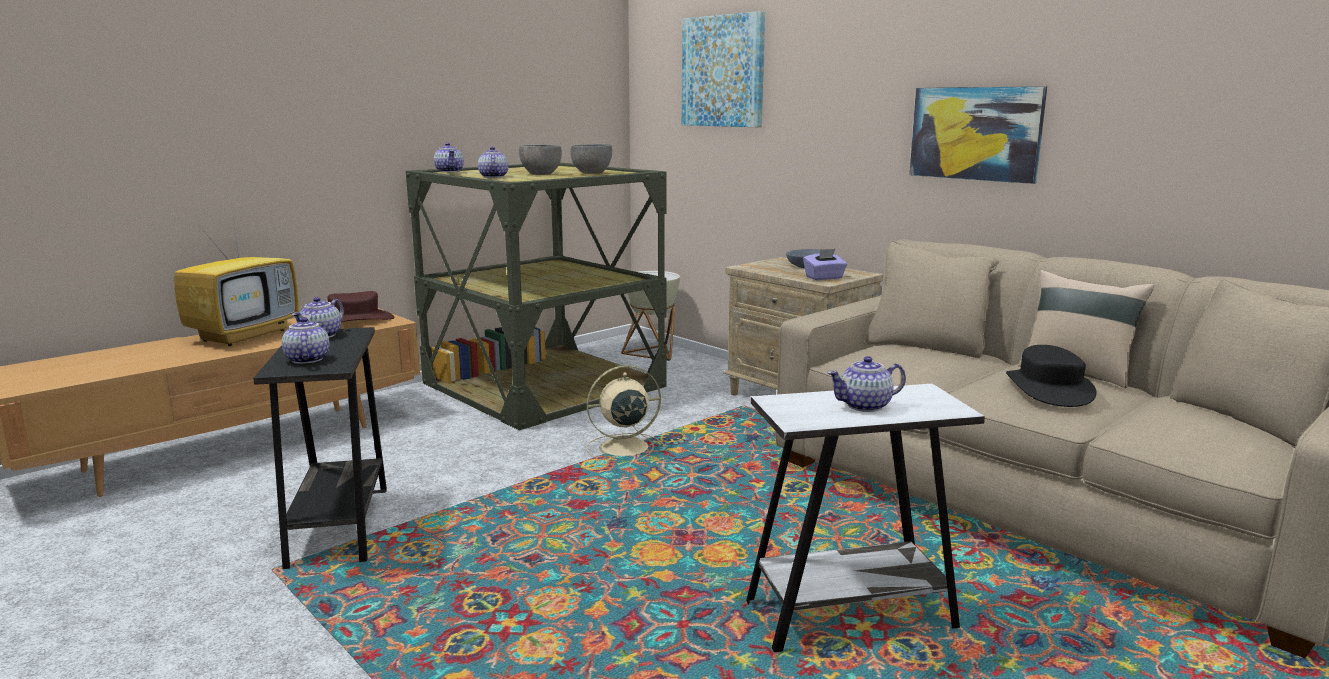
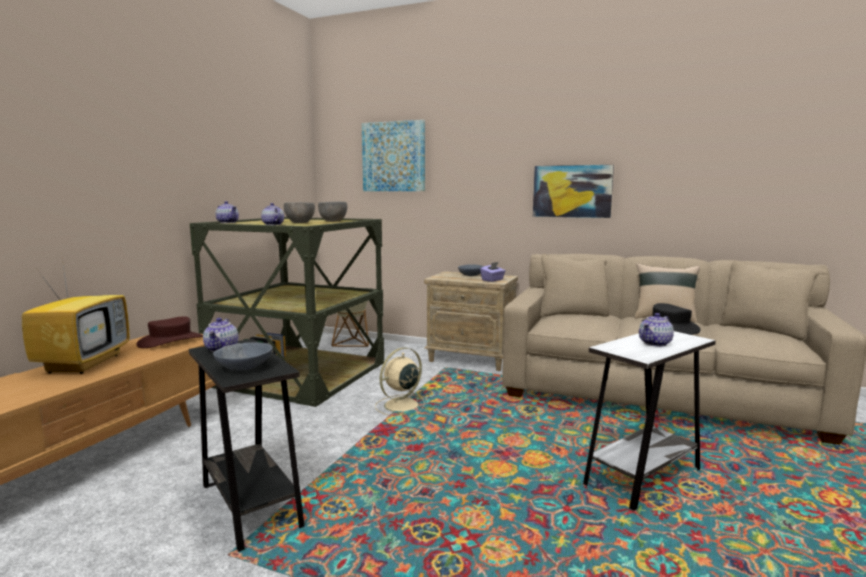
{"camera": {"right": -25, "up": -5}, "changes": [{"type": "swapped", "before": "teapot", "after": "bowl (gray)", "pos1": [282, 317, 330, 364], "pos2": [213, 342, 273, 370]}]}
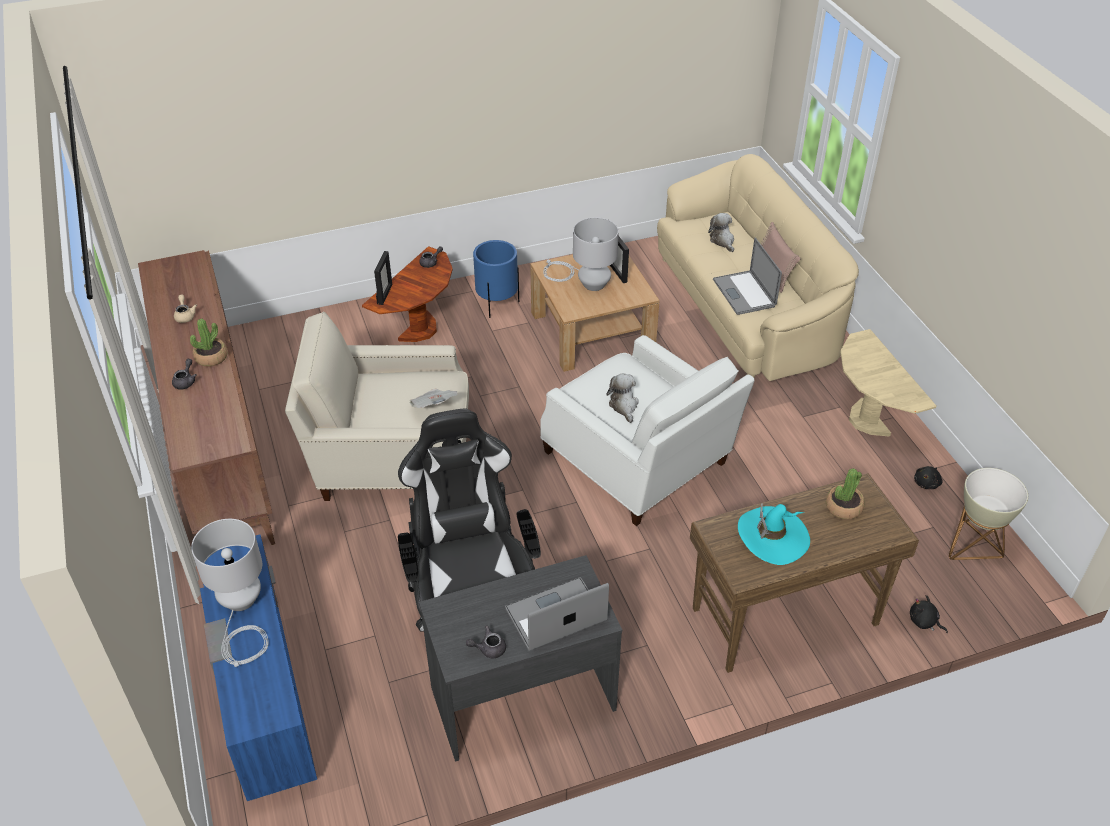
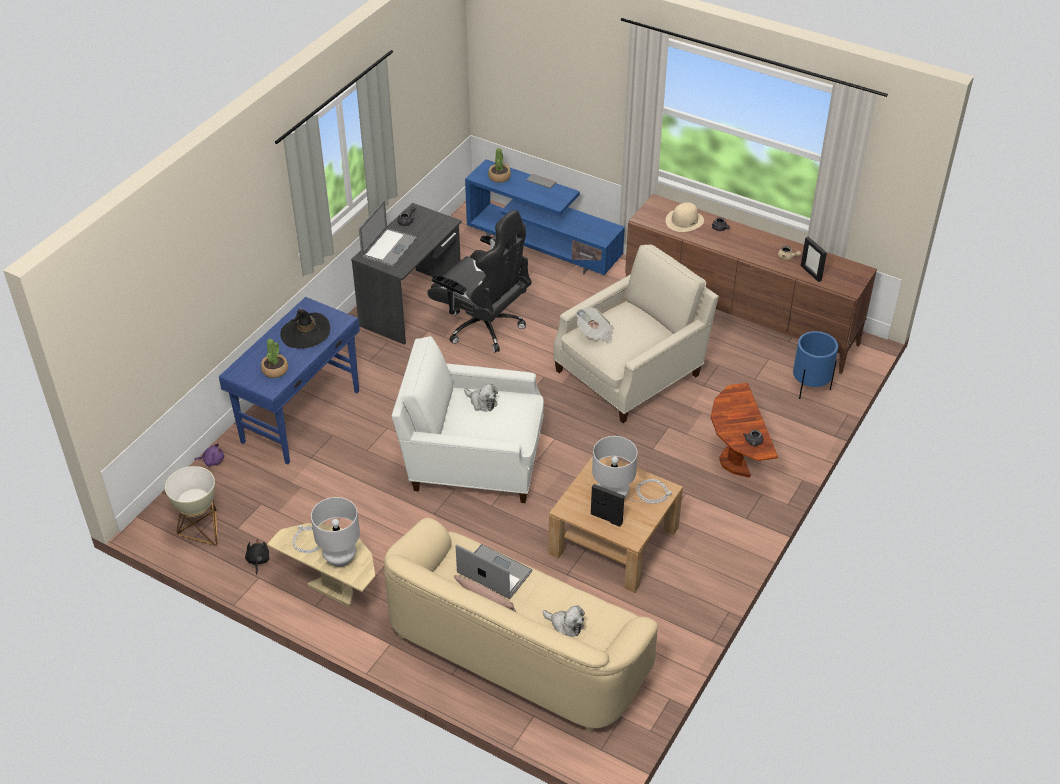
{"camera": {"right": 140, "up": 0}, "changes": [{"type": "new", "after": "clothing hat (sand-coloured)", "pos2": [666, 202, 704, 232]}, {"type": "shifted", "before": "houseplant", "pos1": [190, 319, 227, 367], "pos2": [488, 148, 511, 183]}, {"type": "shifted", "before": "lamp for a table (gray)", "pos1": [191, 519, 269, 667], "pos2": [292, 497, 360, 567]}, {"type": "shifted", "before": "photo frame", "pos1": [374, 251, 392, 305], "pos2": [801, 237, 827, 282]}, {"type": "shifted", "before": "plant pot (bluish)", "pos1": [473, 240, 519, 318], "pos2": [793, 331, 838, 399]}, {"type": "repainted", "before": "narrow table (brown-coloured)", "after": "narrow table (bluish)", "pos1": [690, 473, 919, 673], "pos2": [219, 297, 360, 465]}, {"type": "repainted", "before": "clothing hat (turquoise)", "after": "clothing hat (black)", "pos1": [738, 503, 810, 565], "pos2": [280, 307, 330, 348]}, {"type": "repainted", "before": "plush toy (black)", "after": "plush toy (purple-coloured)", "pos1": [910, 595, 948, 633], "pos2": [194, 443, 224, 467]}]}
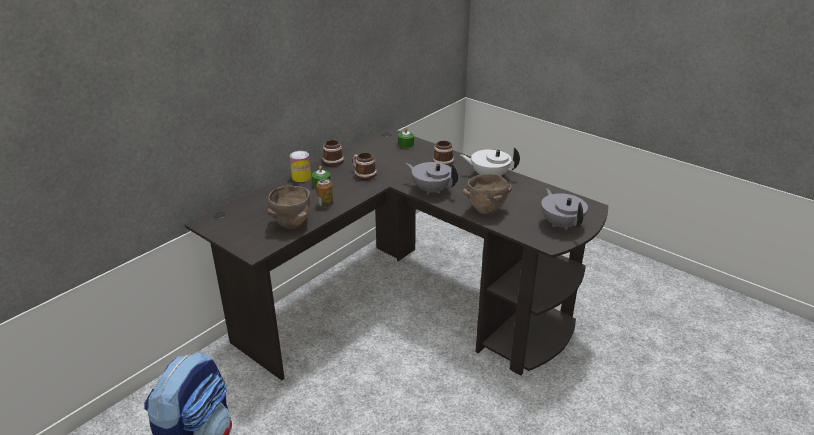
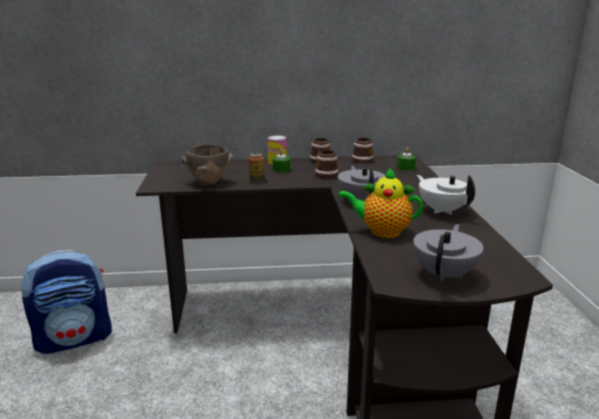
{"camera": {"right": 45, "up": -10}, "changes": [{"type": "shifted", "before": "mug", "pos1": [433, 141, 454, 166], "pos2": [352, 138, 374, 163]}, {"type": "swapped", "before": "bowl (brown-coloured)", "after": "teapot", "pos1": [463, 174, 512, 214], "pos2": [338, 168, 423, 238]}]}
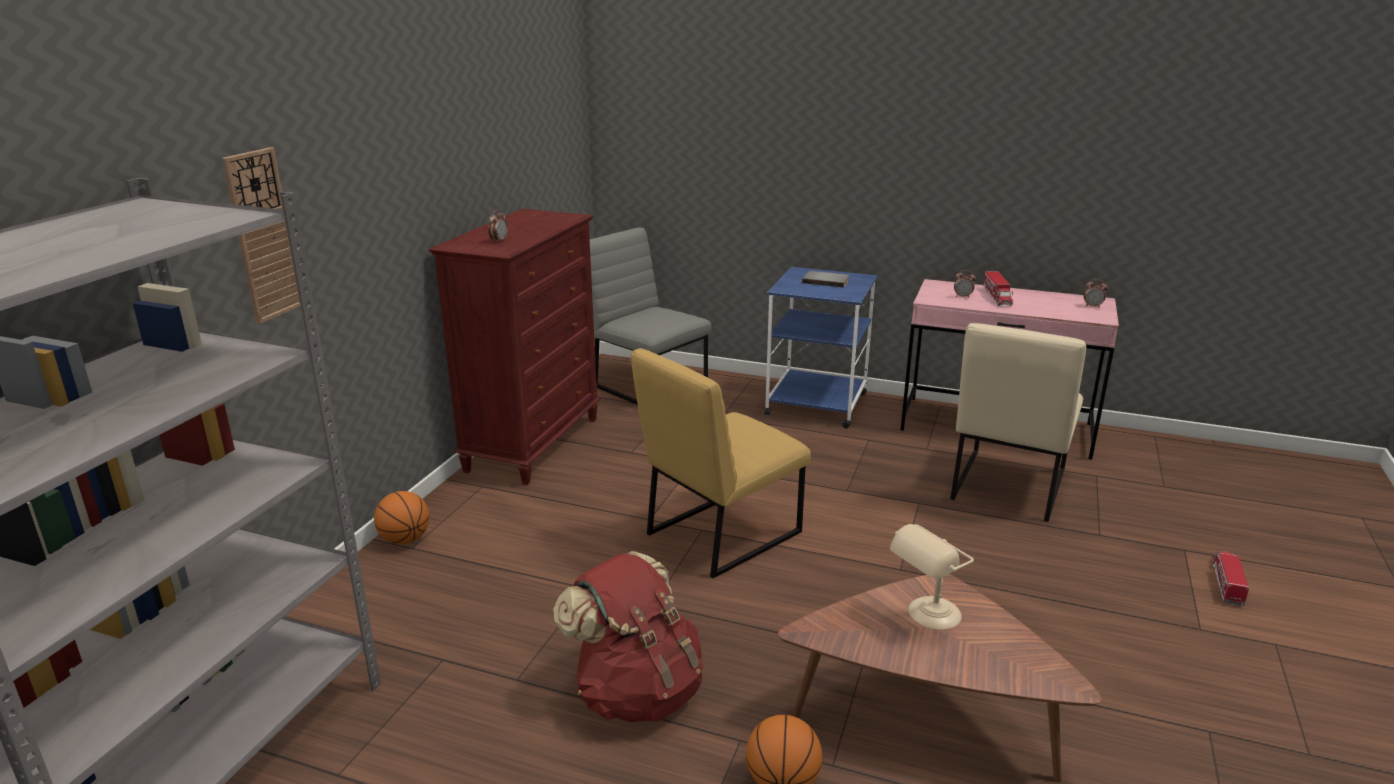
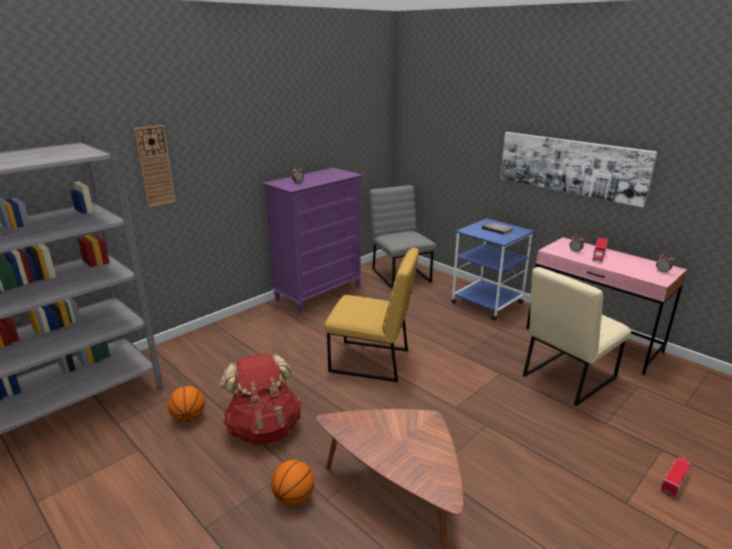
{"camera": {"right": 25, "up": 0}, "changes": [{"type": "gone", "before": "lamp for a table (sand-coloured)", "pos1": [890, 524, 974, 630]}, {"type": "new", "after": "wall art", "pos2": [500, 132, 657, 208]}, {"type": "shifted", "before": "basketball ball", "pos1": [374, 491, 430, 544], "pos2": [168, 386, 205, 422]}, {"type": "repainted", "before": "dresser (reddish)", "after": "dresser (purple-coloured)", "pos1": [428, 209, 601, 485], "pos2": [262, 168, 363, 313]}, {"type": "rotated", "before": "upright chair (yellowish)", "pos1": [631, 348, 811, 578], "pos2": [325, 248, 419, 382], "turn": -150}]}
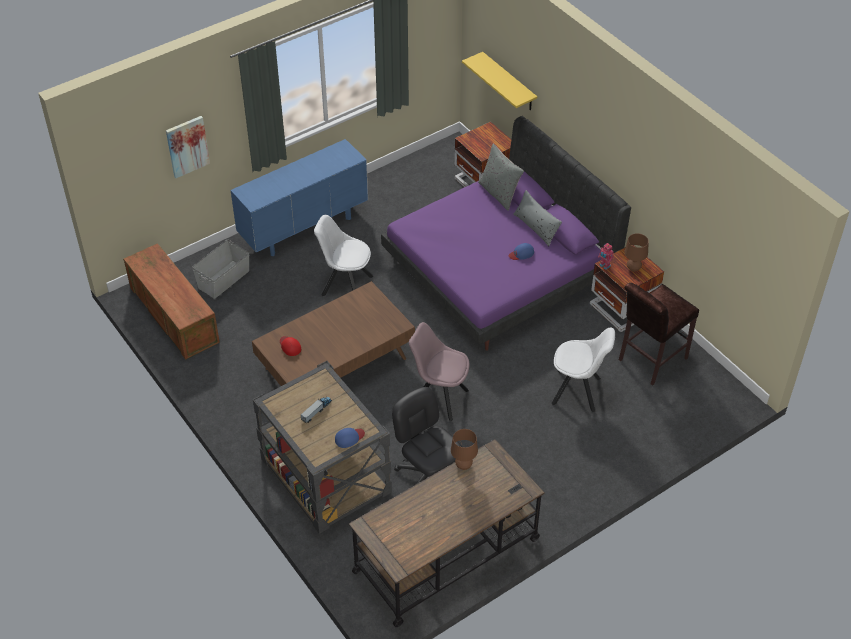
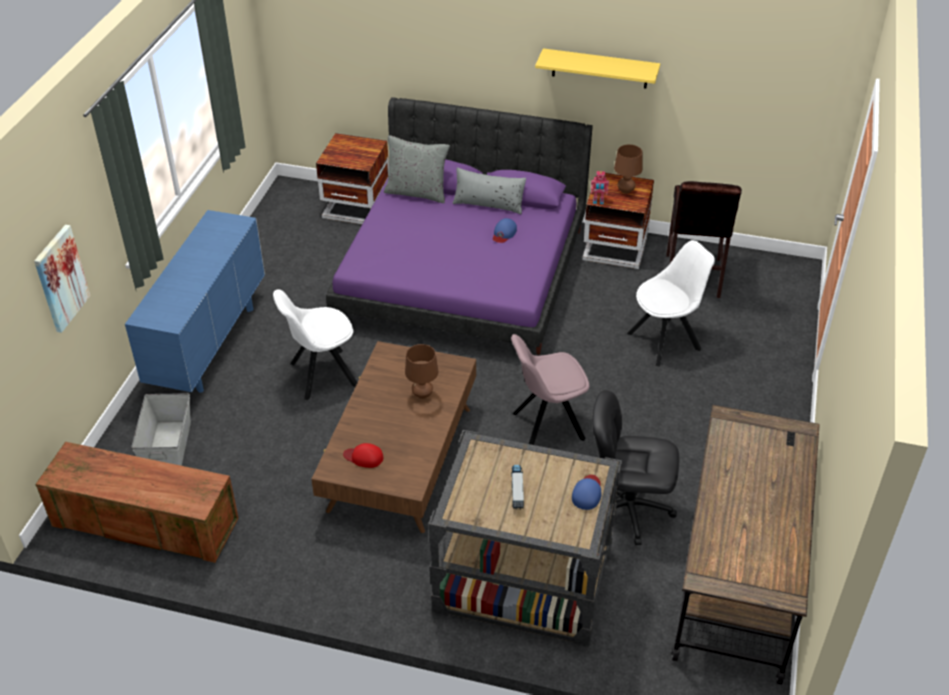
{"camera": {"right": -40, "up": -5}, "changes": [{"type": "shifted", "before": "lamp for a table (brown-coloured)", "pos1": [451, 429, 478, 470], "pos2": [405, 344, 439, 399]}, {"type": "shifted", "before": "bracket shelf (yellowish)", "pos1": [462, 52, 537, 110], "pos2": [535, 48, 660, 89]}]}
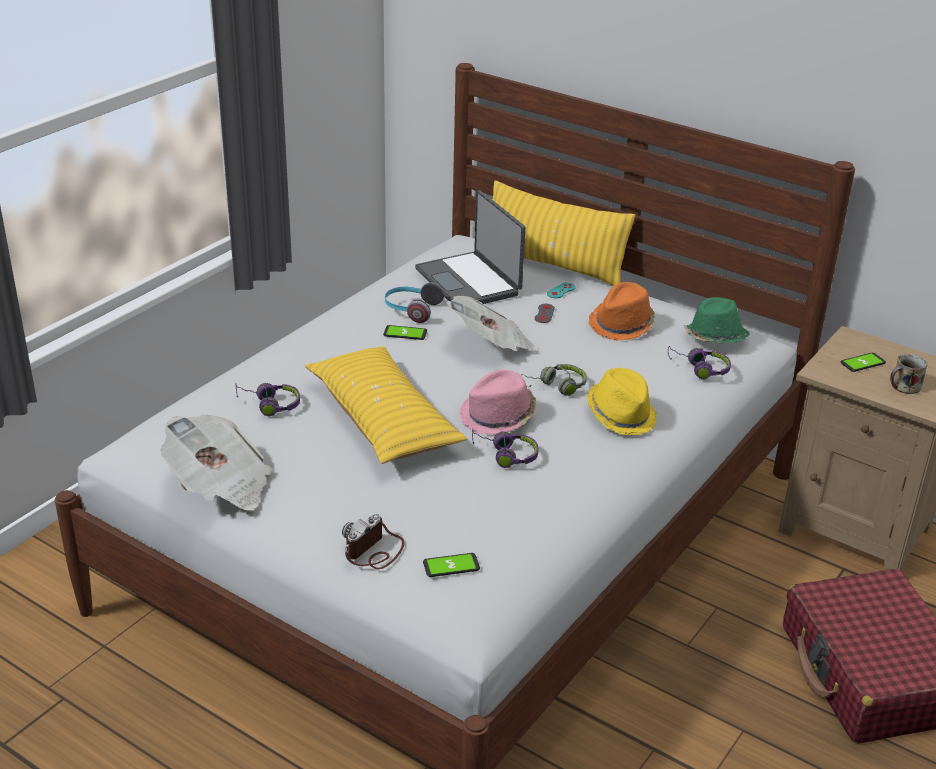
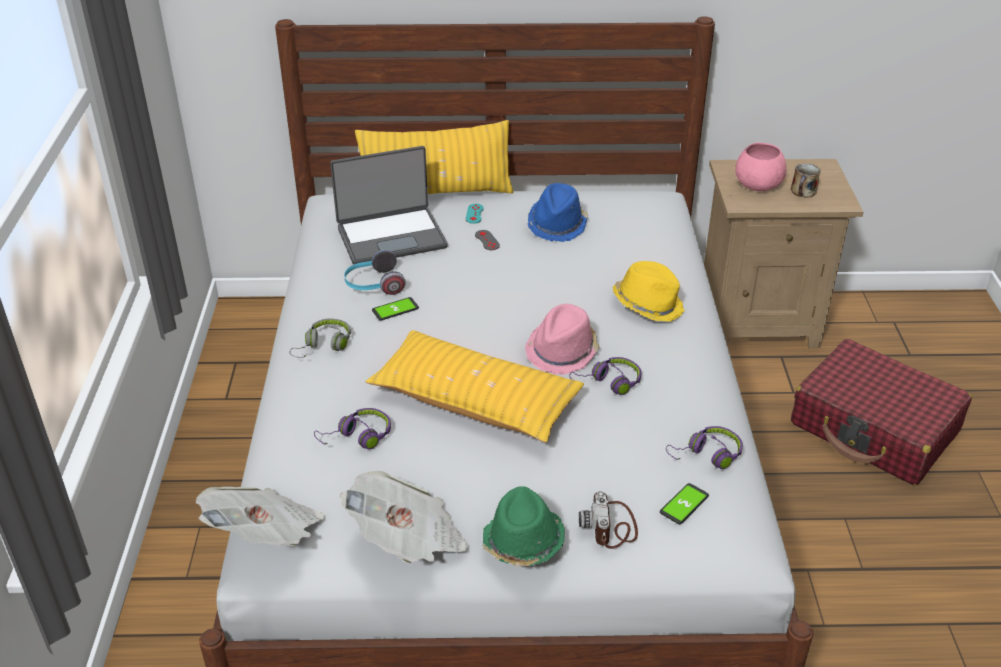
{"camera": {"right": -35, "up": 5}, "changes": [{"type": "shifted", "before": "newspaper", "pos1": [446, 296, 539, 351], "pos2": [196, 487, 325, 546]}, {"type": "shifted", "before": "pair of headphones (gray)", "pos1": [521, 364, 587, 396], "pos2": [290, 318, 351, 358]}, {"type": "shifted", "before": "pair of headphones (purple-coloured)", "pos1": [668, 346, 731, 379], "pos2": [666, 426, 743, 469]}, {"type": "shifted", "before": "clothing hat (green-coloured)", "pos1": [683, 297, 750, 343], "pos2": [482, 486, 565, 567]}, {"type": "swapped", "before": "phone", "after": "bowl (pink-coloured)", "pos1": [840, 353, 886, 372], "pos2": [735, 143, 787, 191]}, {"type": "repainted", "before": "clothing hat (orange)", "after": "clothing hat (bluish)", "pos1": [589, 282, 655, 341], "pos2": [528, 183, 588, 242]}, {"type": "rotated", "before": "notebook computer", "pos1": [415, 190, 526, 304], "pos2": [330, 146, 448, 265], "turn": -45}]}
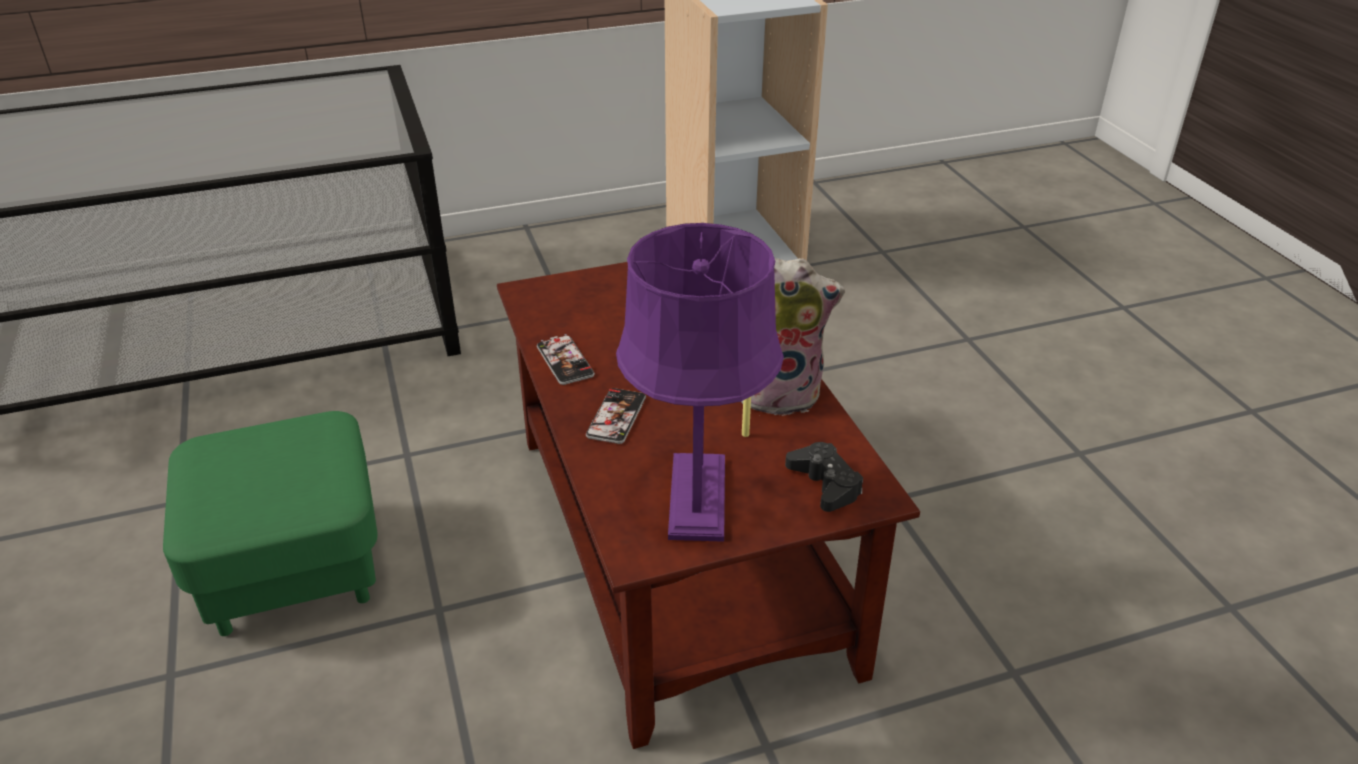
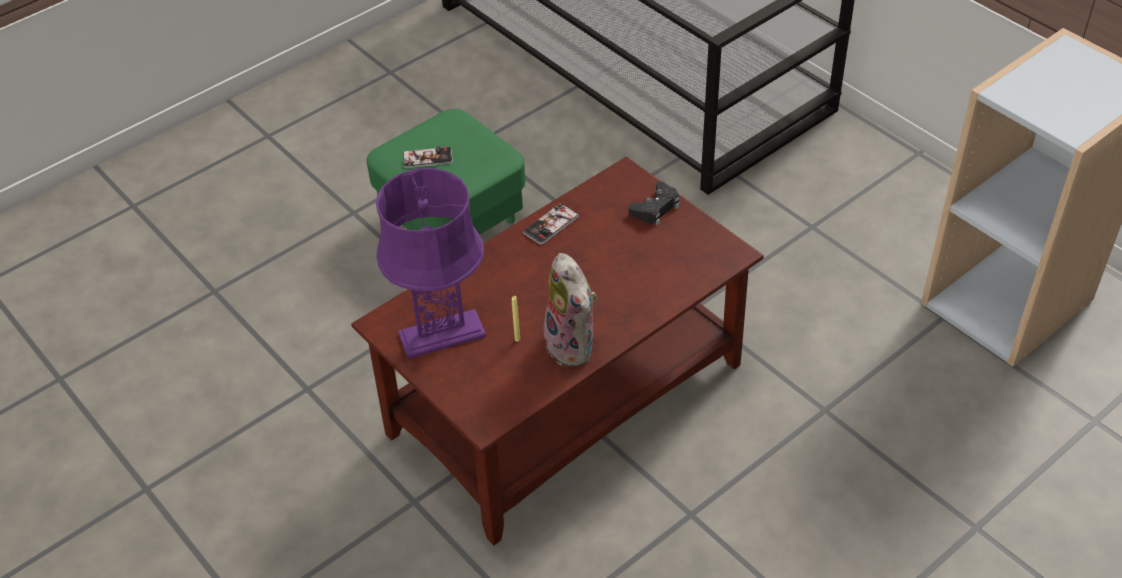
{"camera": {"right": 70, "up": 10}, "changes": [{"type": "shifted", "before": "phone", "pos1": [586, 388, 646, 444], "pos2": [403, 146, 453, 168]}, {"type": "shifted", "before": "joypad (black)", "pos1": [785, 442, 863, 512], "pos2": [629, 181, 680, 225]}]}
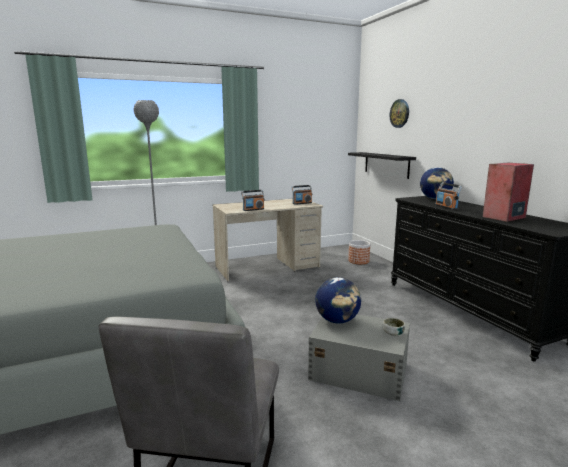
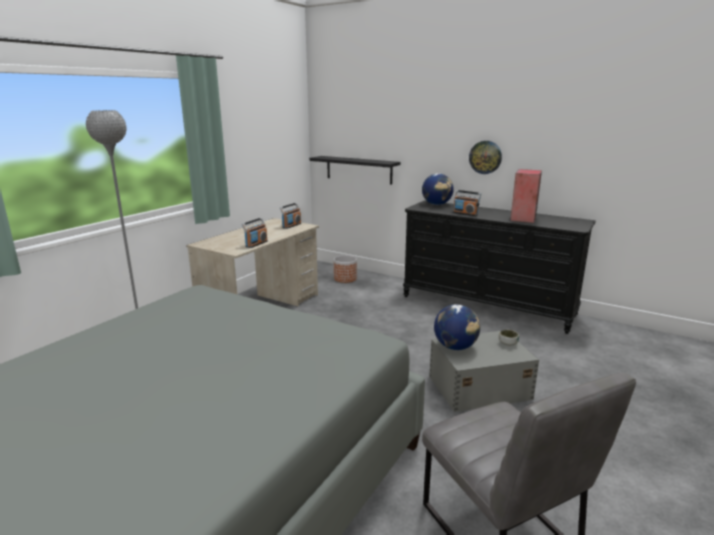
{"camera": {"right": -35, "up": 5}, "changes": [{"type": "shifted", "before": "wall clock", "pos1": [390, 99, 409, 128], "pos2": [469, 141, 502, 174]}]}
